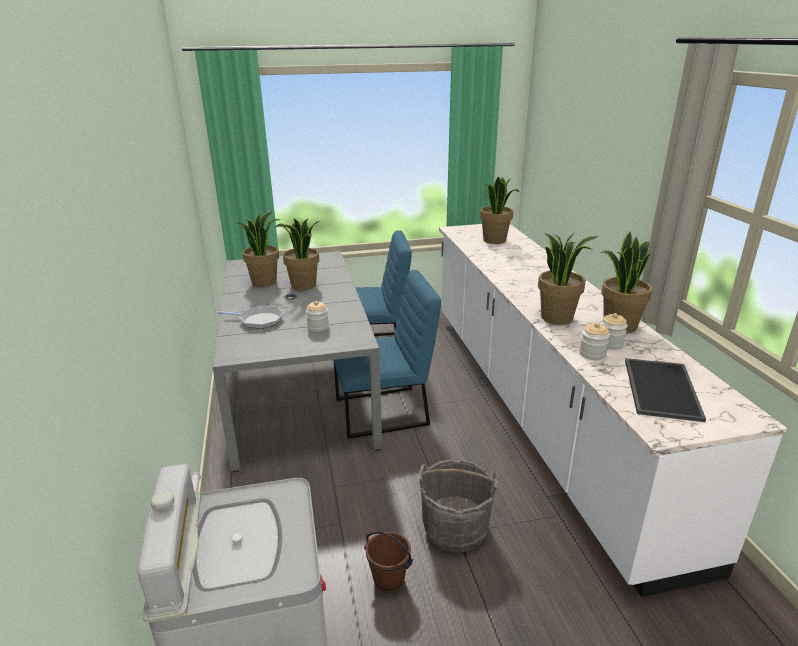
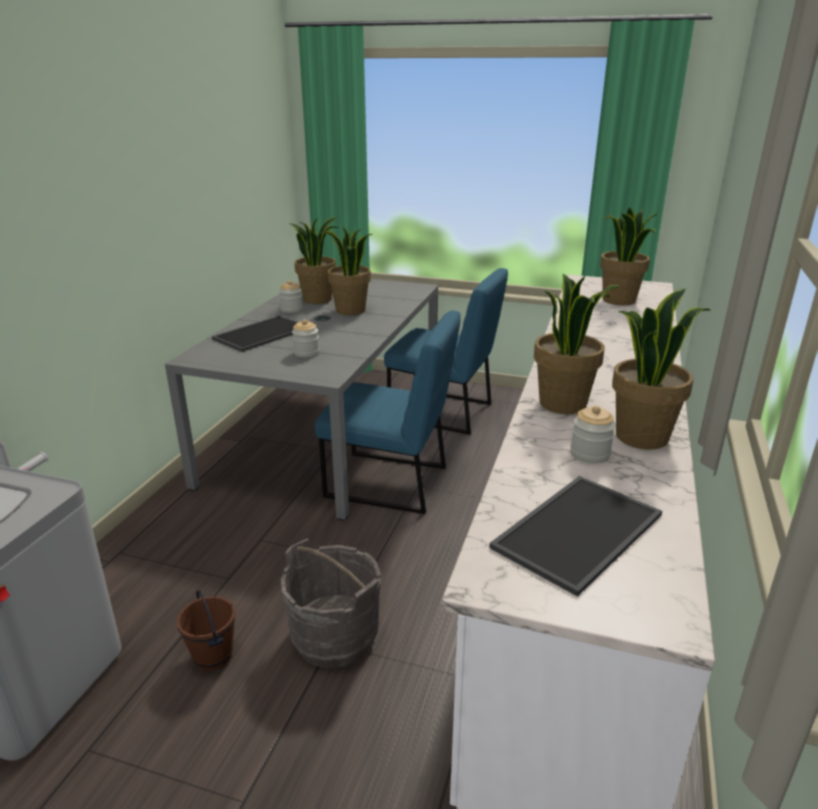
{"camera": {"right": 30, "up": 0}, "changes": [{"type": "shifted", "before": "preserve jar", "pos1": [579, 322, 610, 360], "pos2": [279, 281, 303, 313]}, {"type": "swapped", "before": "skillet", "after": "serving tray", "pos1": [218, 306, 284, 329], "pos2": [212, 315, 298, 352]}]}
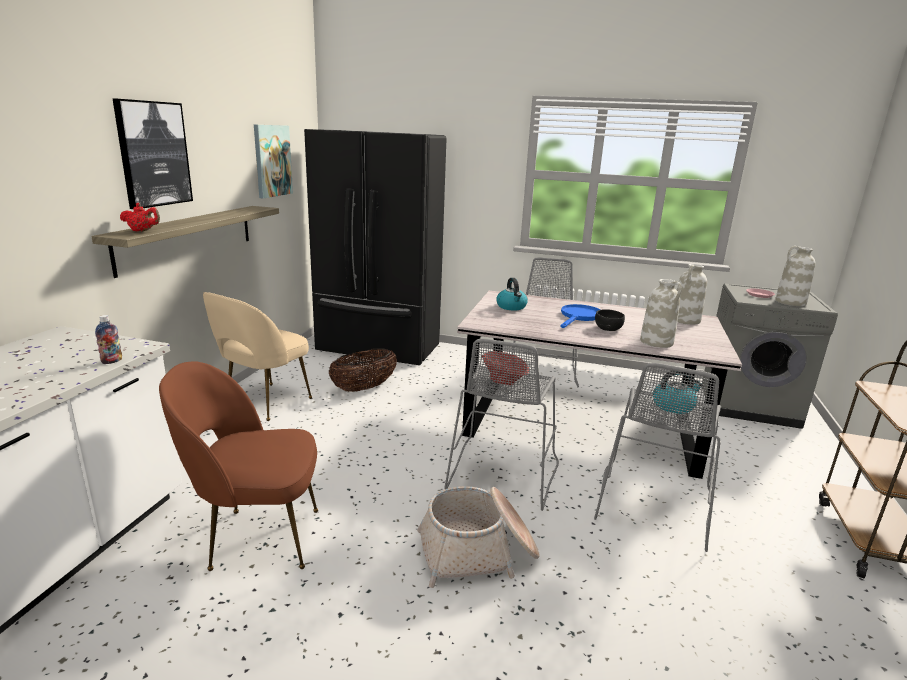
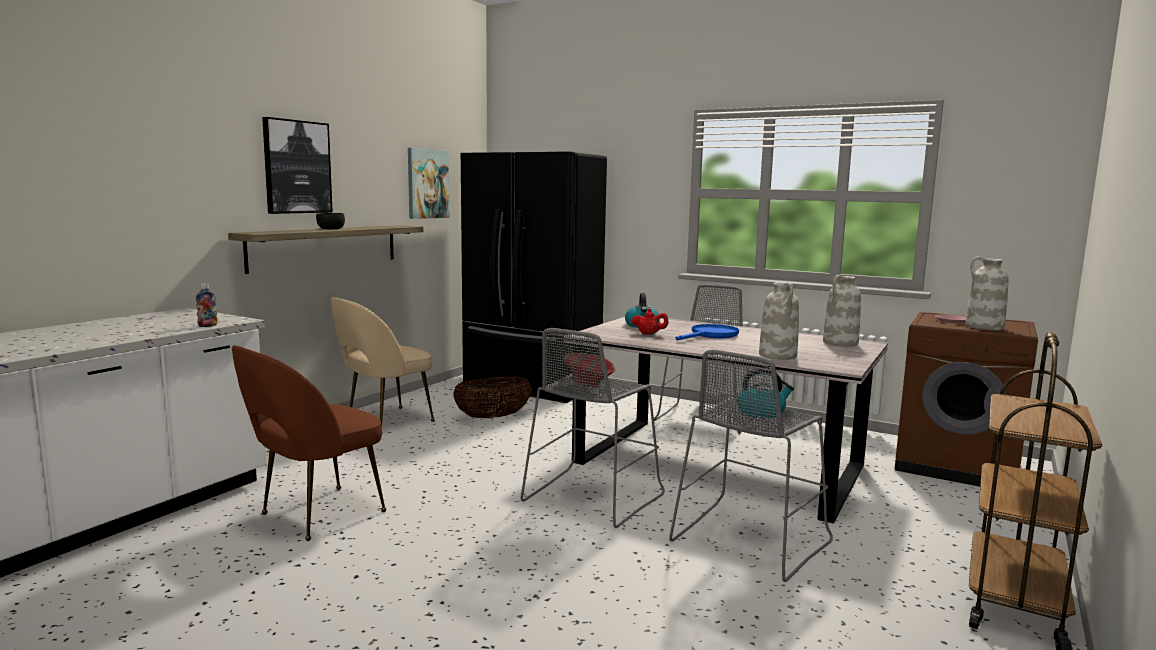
{"camera": {"right": 15, "up": -10}, "changes": [{"type": "gone", "before": "storage basket", "pos1": [417, 486, 540, 588]}, {"type": "shifted", "before": "teapot (reddish)", "pos1": [120, 203, 160, 232], "pos2": [632, 309, 669, 335]}, {"type": "shifted", "before": "bowl (black)", "pos1": [595, 309, 625, 331], "pos2": [316, 213, 345, 229]}, {"type": "repainted", "before": "laundry machine (gray)", "after": "laundry machine (brown-coloured)", "pos1": [702, 283, 838, 429], "pos2": [895, 312, 1038, 487]}, {"type": "rotated", "before": "upright chair (brown-coloured)", "pos1": [159, 361, 318, 571], "pos2": [232, 345, 386, 541], "turn": -60}]}
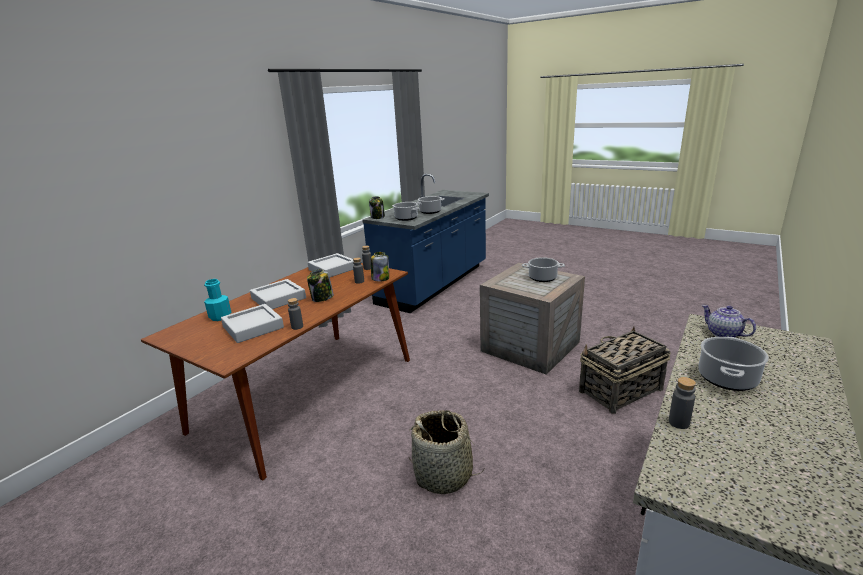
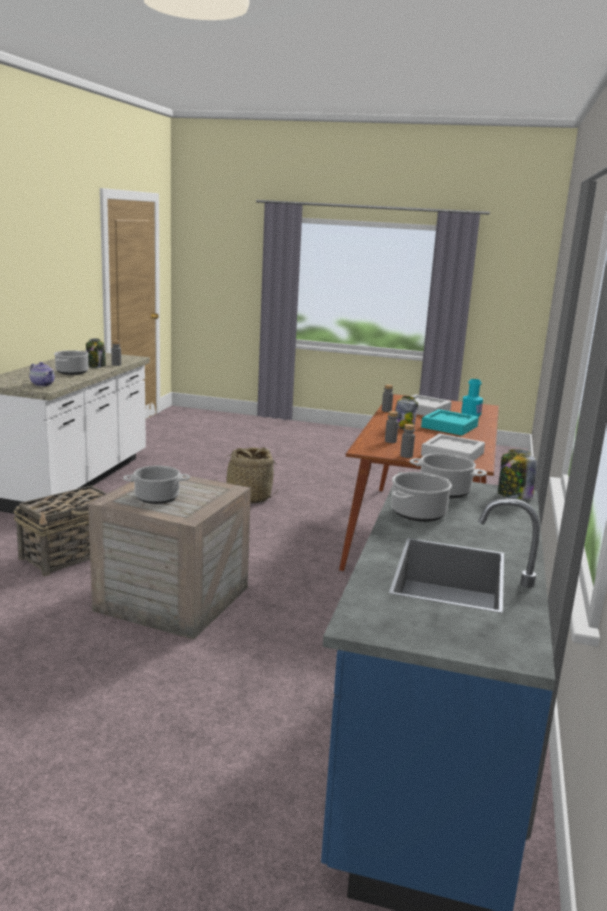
{"camera": {"right": 160, "up": -5}, "changes": [{"type": "shifted", "before": "preserve jar", "pos1": [371, 252, 389, 282], "pos2": [86, 338, 106, 368]}, {"type": "repainted", "before": "serving tray (gray)", "after": "serving tray (turquoise)", "pos1": [250, 279, 306, 309], "pos2": [421, 409, 479, 436]}]}
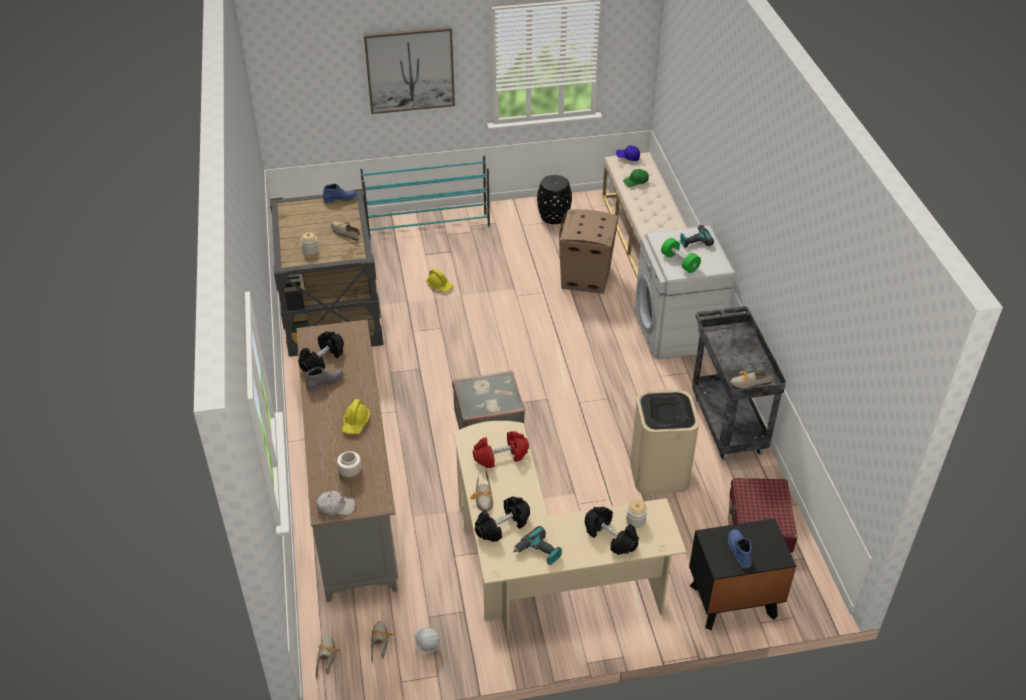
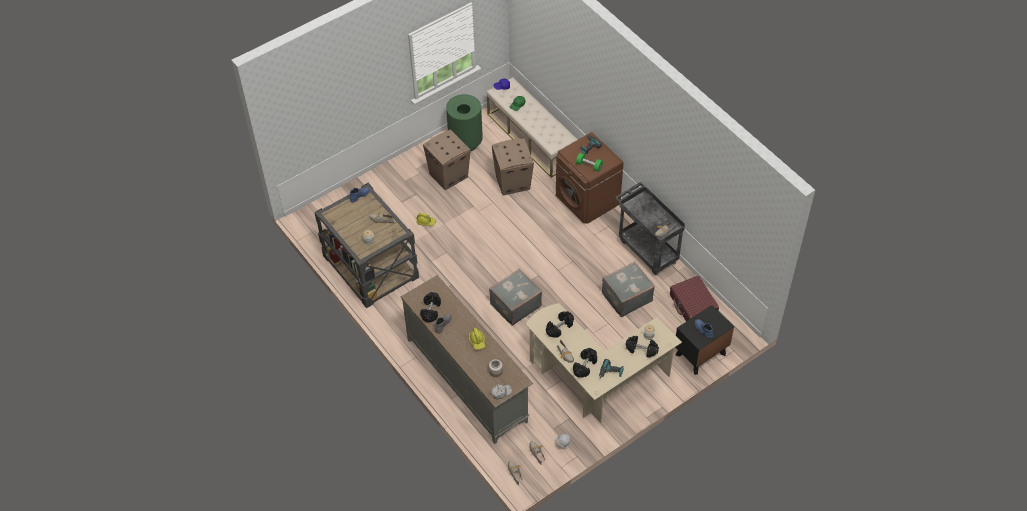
{"camera": {"right": -25, "up": 10}, "changes": [{"type": "gone", "before": "shoe rack (turquoise)", "pos1": [360, 155, 490, 240]}, {"type": "gone", "before": "wall art", "pos1": [364, 27, 455, 114]}, {"type": "new", "after": "cardboard box", "pos2": [423, 129, 471, 190]}, {"type": "swapped", "before": "stool (black)", "after": "waste bin (green-coloured)", "pos1": [537, 175, 572, 224], "pos2": [446, 94, 483, 151]}, {"type": "swapped", "before": "waste bin (sand-coloured)", "after": "suitcase (gray)", "pos1": [630, 390, 699, 494], "pos2": [602, 262, 655, 317]}, {"type": "repainted", "before": "hand weight (reddish)", "after": "hand weight (black)", "pos1": [473, 431, 529, 468], "pos2": [546, 311, 574, 338]}, {"type": "repainted", "before": "laundry machine (white-coloured)", "after": "laundry machine (brown-coloured)", "pos1": [634, 226, 735, 359], "pos2": [556, 132, 623, 224]}]}
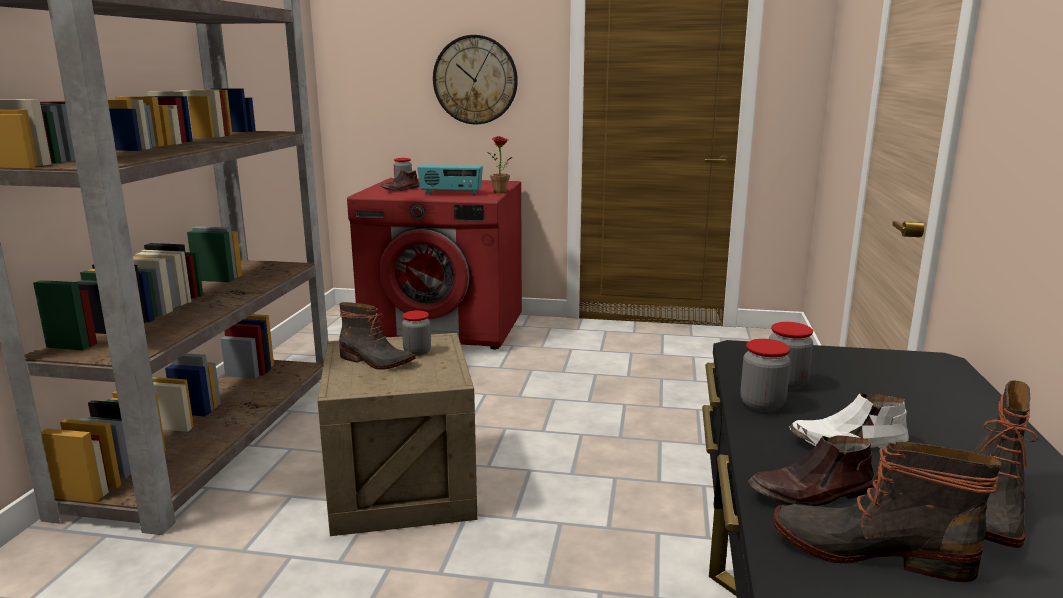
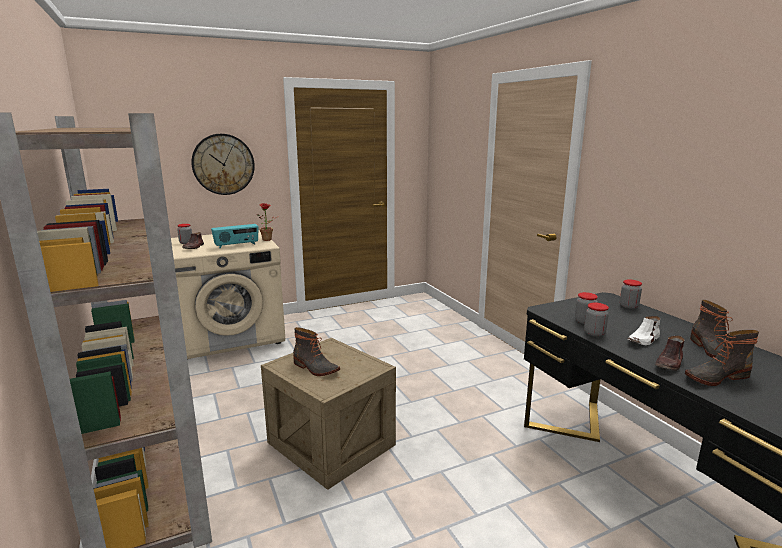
{"camera": {"right": -35, "up": 0}, "changes": [{"type": "shifted", "before": "preserve jar", "pos1": [402, 310, 431, 356], "pos2": [620, 279, 642, 309]}, {"type": "repainted", "before": "laundry machine (reddish)", "after": "laundry machine (sand-coloured)", "pos1": [347, 178, 522, 349], "pos2": [171, 230, 285, 360]}, {"type": "rotated", "before": "high-top boot", "pos1": [339, 302, 416, 370], "pos2": [293, 327, 340, 376], "turn": 45}]}
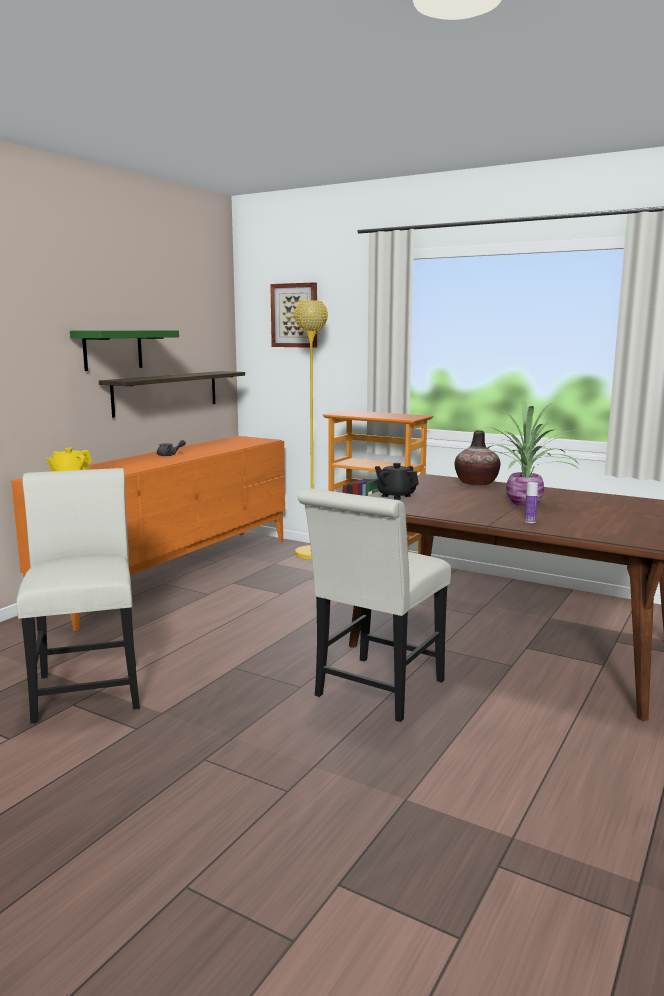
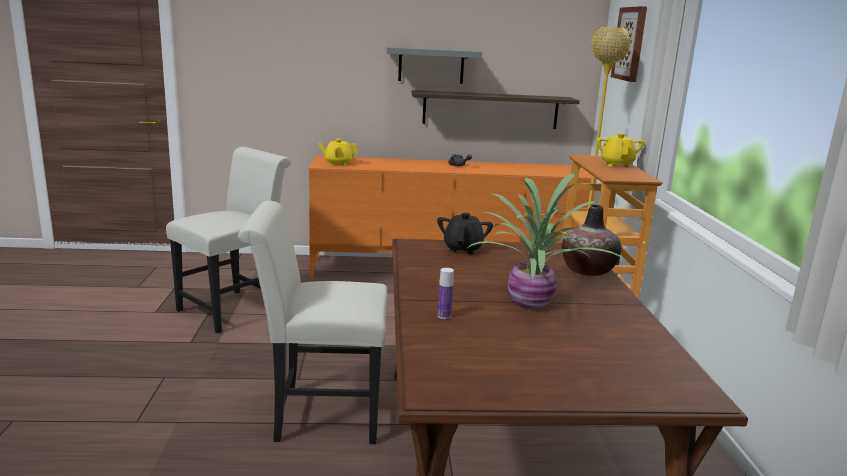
{"camera": {"right": 55, "up": 5}, "changes": [{"type": "new", "after": "teapot (yellowish)", "pos2": [596, 133, 644, 167]}, {"type": "repainted", "before": "bracket shelf (green-coloured)", "after": "bracket shelf (gray)", "pos1": [70, 330, 179, 371], "pos2": [387, 46, 482, 84]}]}
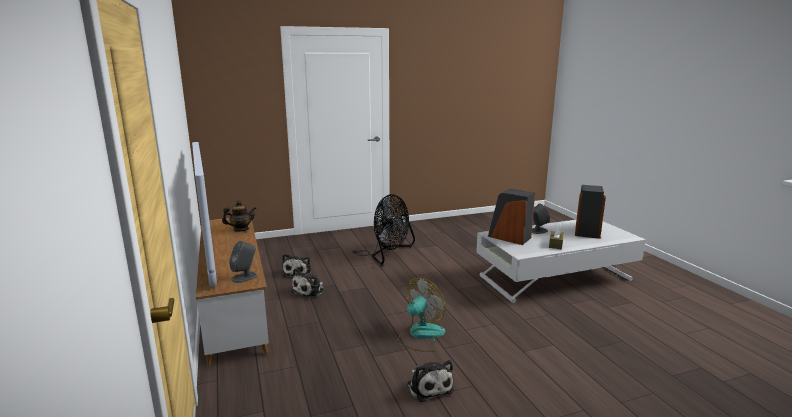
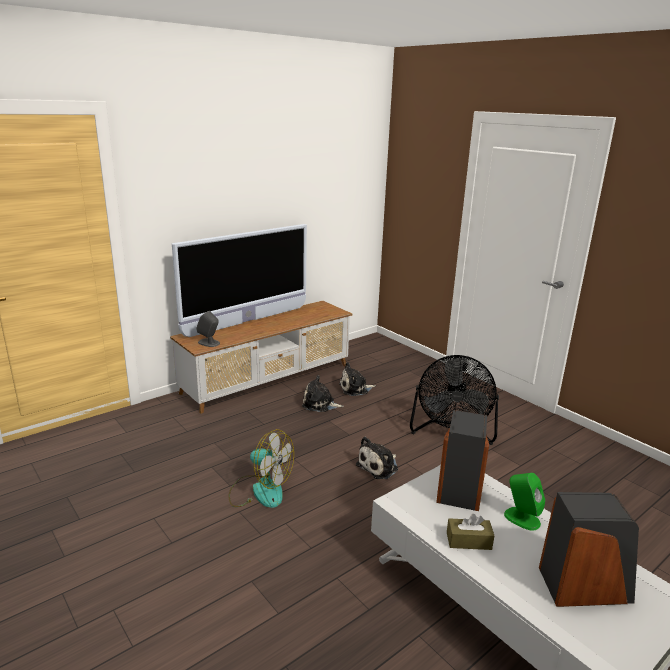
{"camera": {"right": 70, "up": 5}, "changes": [{"type": "gone", "before": "teapot", "pos1": [222, 201, 256, 232]}, {"type": "shifted", "before": "plush toy", "pos1": [407, 360, 454, 402], "pos2": [356, 436, 398, 479]}, {"type": "repainted", "before": "loudspeaker (gray)", "after": "loudspeaker (green-coloured)", "pos1": [532, 203, 550, 234], "pos2": [504, 473, 545, 530]}]}
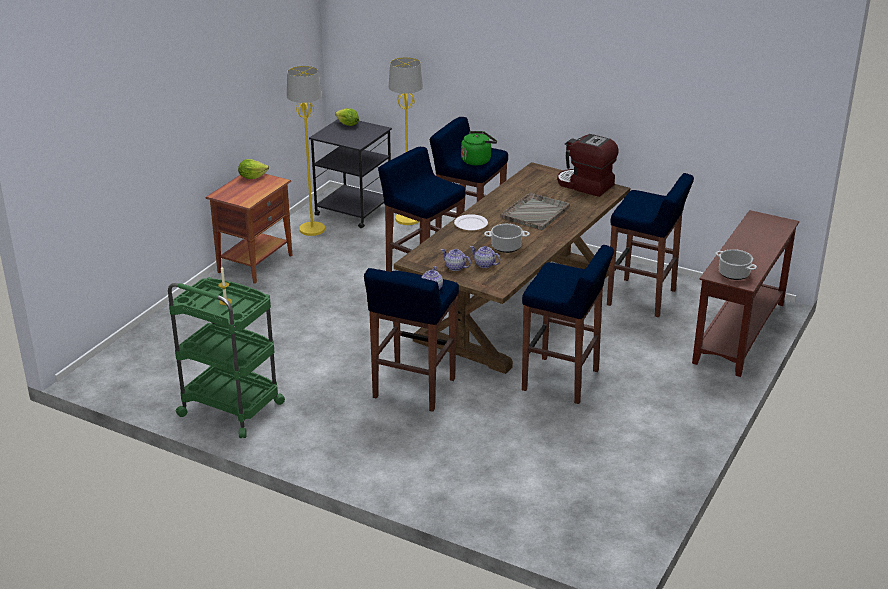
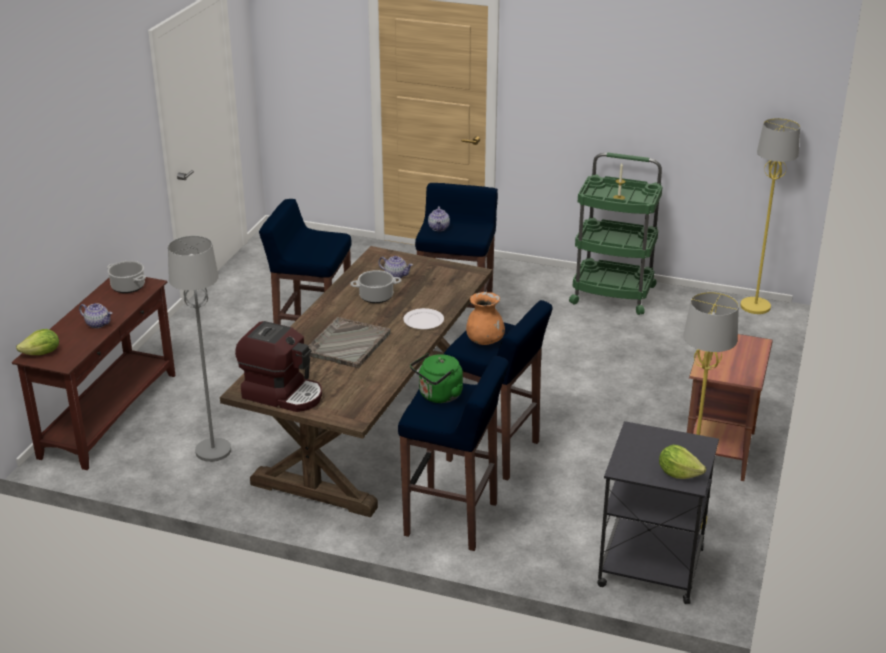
{"camera": {"right": 170, "up": 0}, "changes": [{"type": "new", "after": "decorative vase (orange)", "pos2": [466, 292, 505, 345]}, {"type": "shifted", "before": "lettuce", "pos1": [238, 159, 269, 179], "pos2": [16, 329, 59, 355]}, {"type": "shifted", "before": "standard lamp (yellowish)", "pos1": [389, 57, 423, 225], "pos2": [740, 118, 800, 314]}, {"type": "shifted", "before": "teapot", "pos1": [441, 249, 471, 271], "pos2": [79, 303, 112, 328]}, {"type": "swapped", "before": "stool (bluish)", "after": "standard lamp (gray)", "pos1": [607, 173, 694, 317], "pos2": [168, 236, 231, 462]}]}
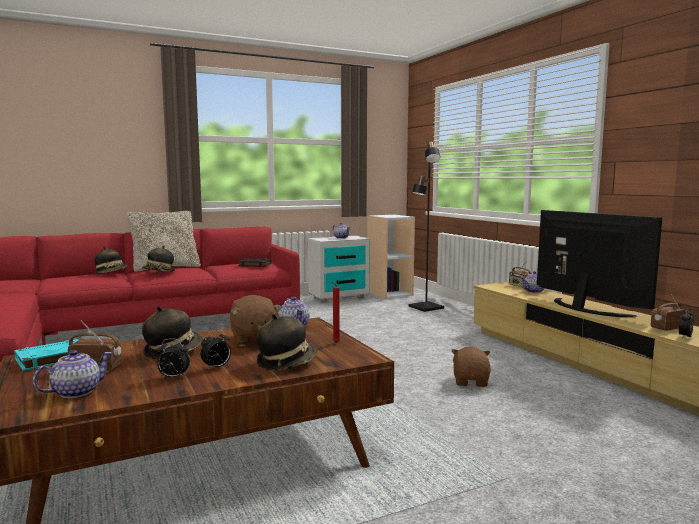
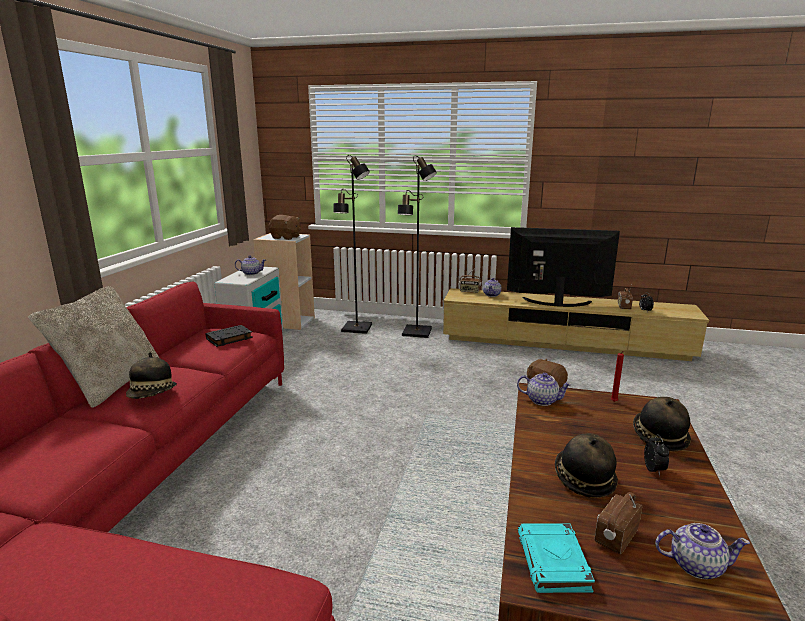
{"camera": {"right": -50, "up": 10}, "changes": [{"type": "gone", "before": "clothing hat", "pos1": [94, 246, 127, 274]}, {"type": "gone", "before": "alarm clock", "pos1": [156, 339, 190, 378]}, {"type": "new", "after": "standard lamp (black)", "pos2": [398, 155, 437, 338]}, {"type": "shifted", "before": "plush toy (brown-coloured)", "pos1": [230, 295, 283, 347], "pos2": [269, 215, 301, 240]}, {"type": "rotated", "before": "teapot", "pos1": [33, 350, 112, 398], "pos2": [655, 523, 750, 579], "turn": 105}]}
